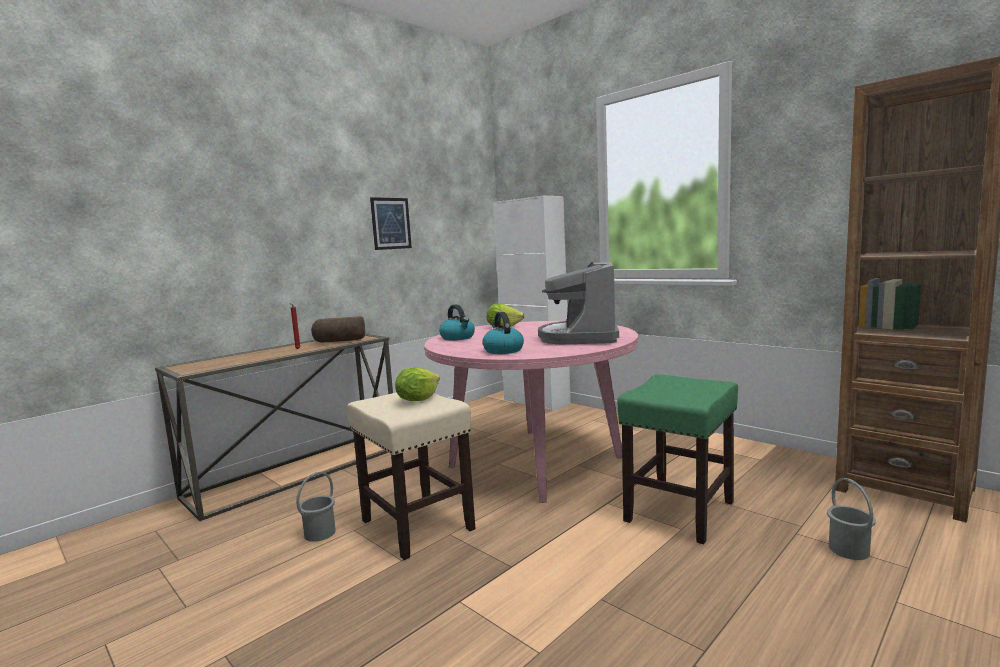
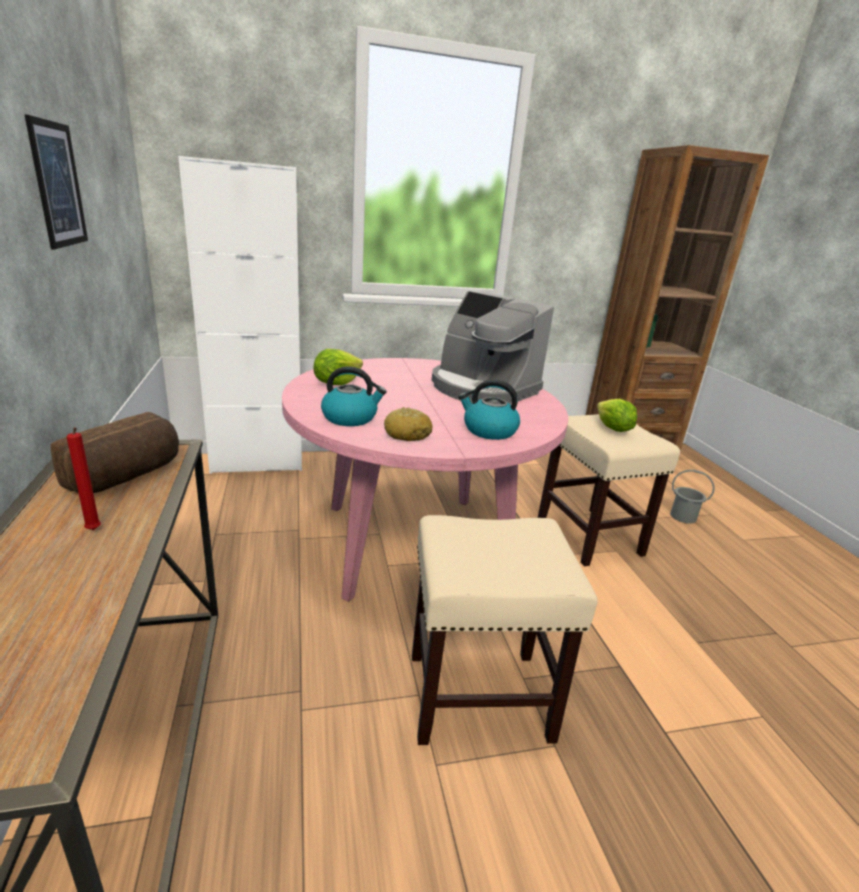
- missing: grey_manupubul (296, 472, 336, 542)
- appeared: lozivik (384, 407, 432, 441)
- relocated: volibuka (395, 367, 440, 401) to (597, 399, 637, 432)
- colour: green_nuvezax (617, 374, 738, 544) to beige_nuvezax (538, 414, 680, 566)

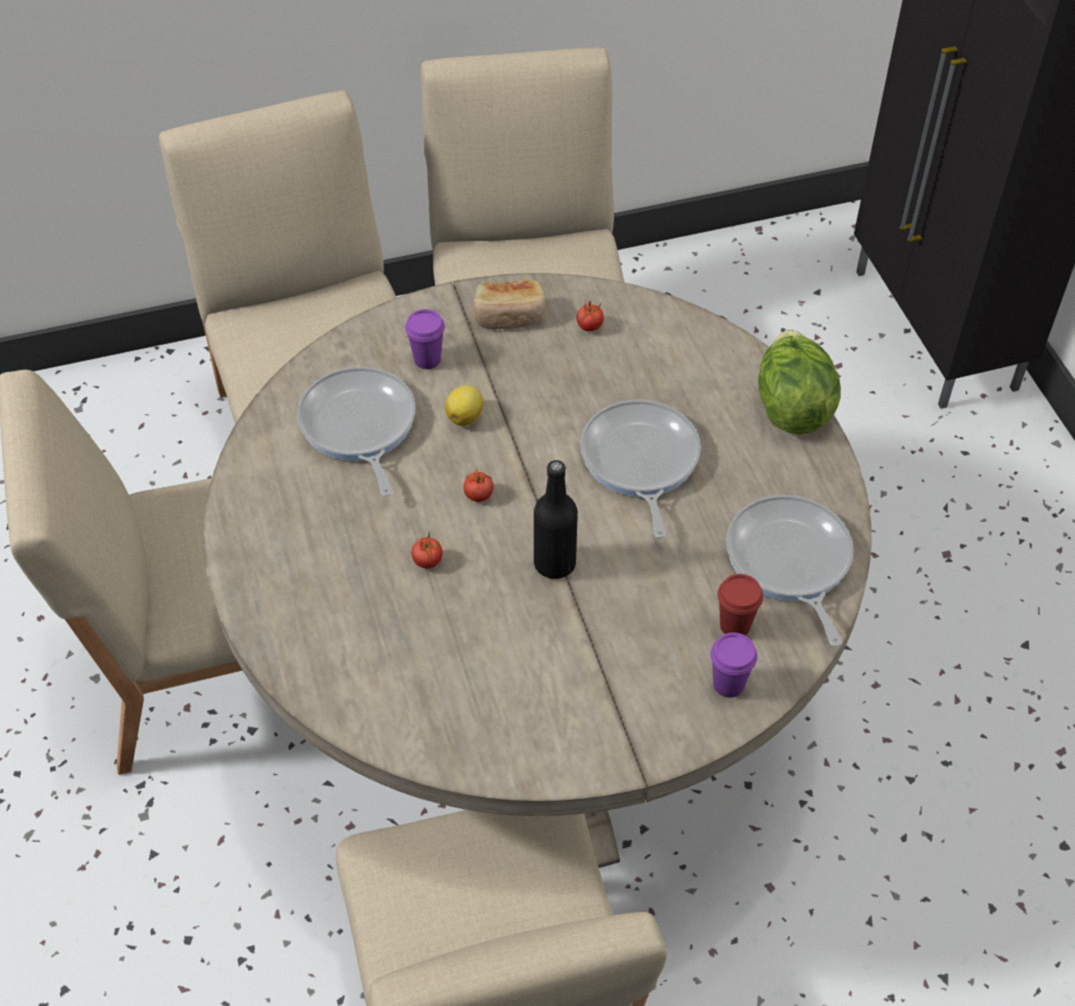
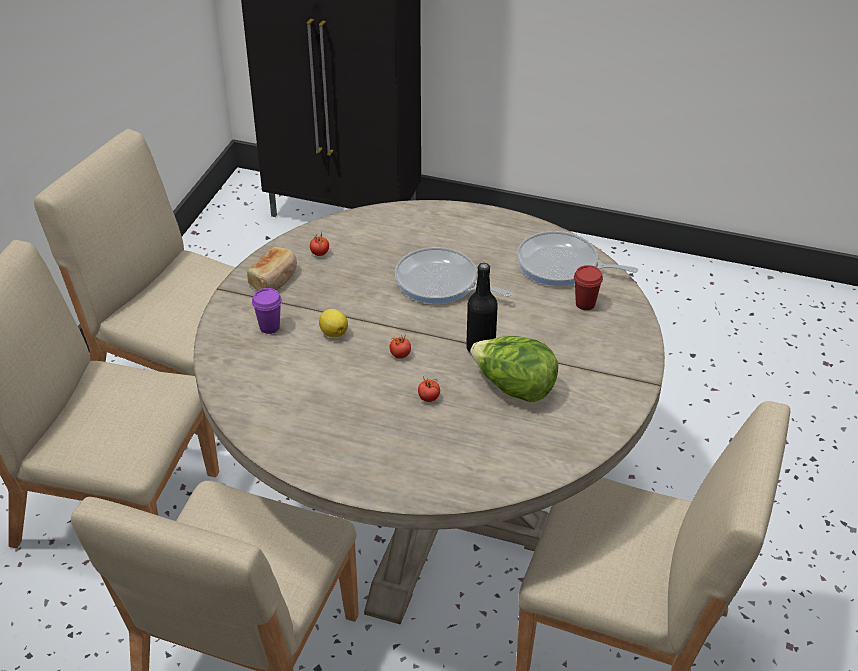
- missing: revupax (297, 367, 415, 496)
- missing: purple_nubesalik (710, 633, 757, 698)
- relocated: volibuka (758, 329, 841, 434) to (470, 336, 558, 402)

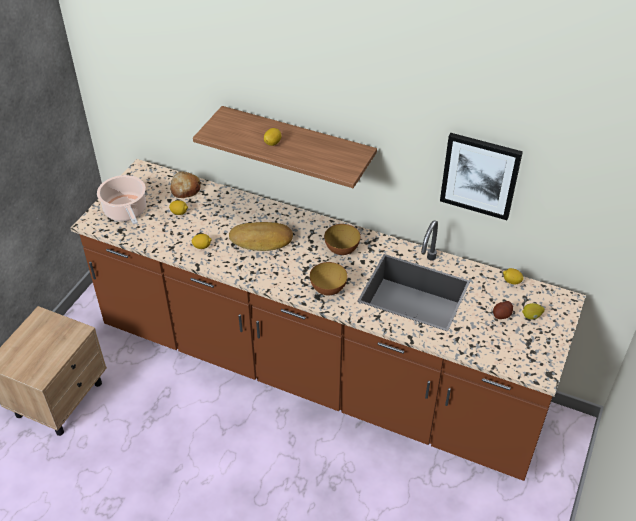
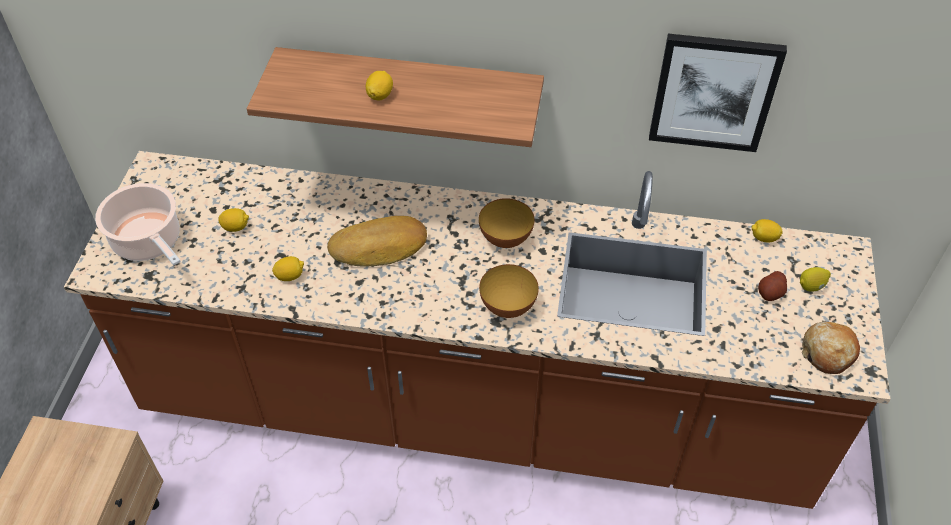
- relocated: lozivik (170, 171, 201, 198) to (802, 322, 860, 374)

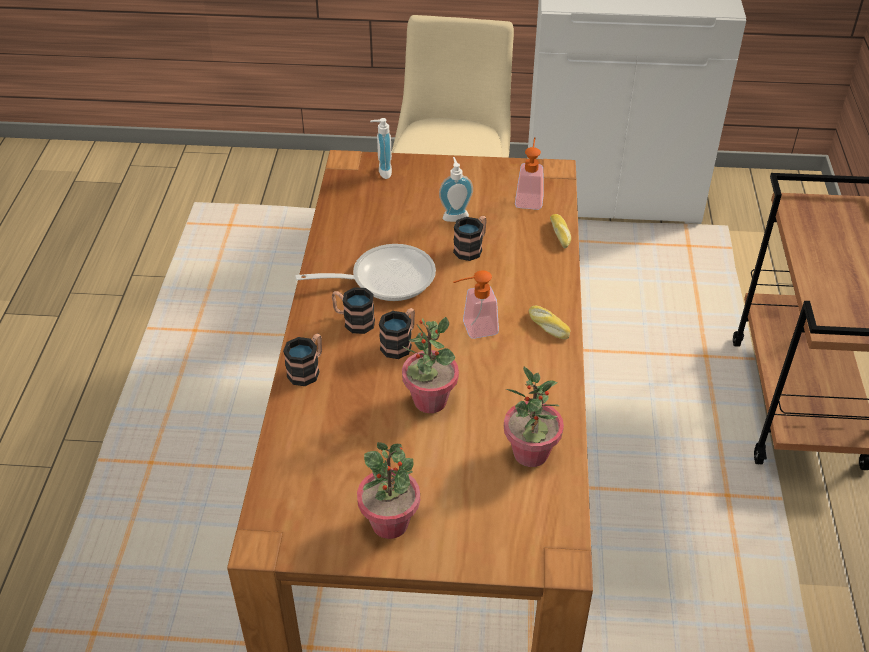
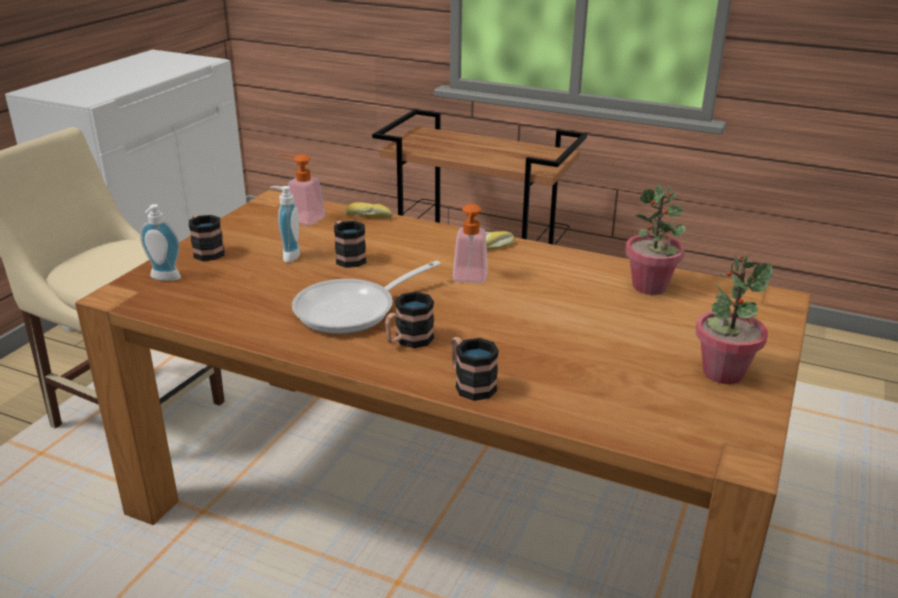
- missing: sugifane (402, 317, 459, 413)
- relocated: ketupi (379, 308, 415, 359) to (189, 215, 225, 261)
- spun: revupax (295, 244, 436, 301) = (292, 261, 441, 334) 135 degrees counterclockwise

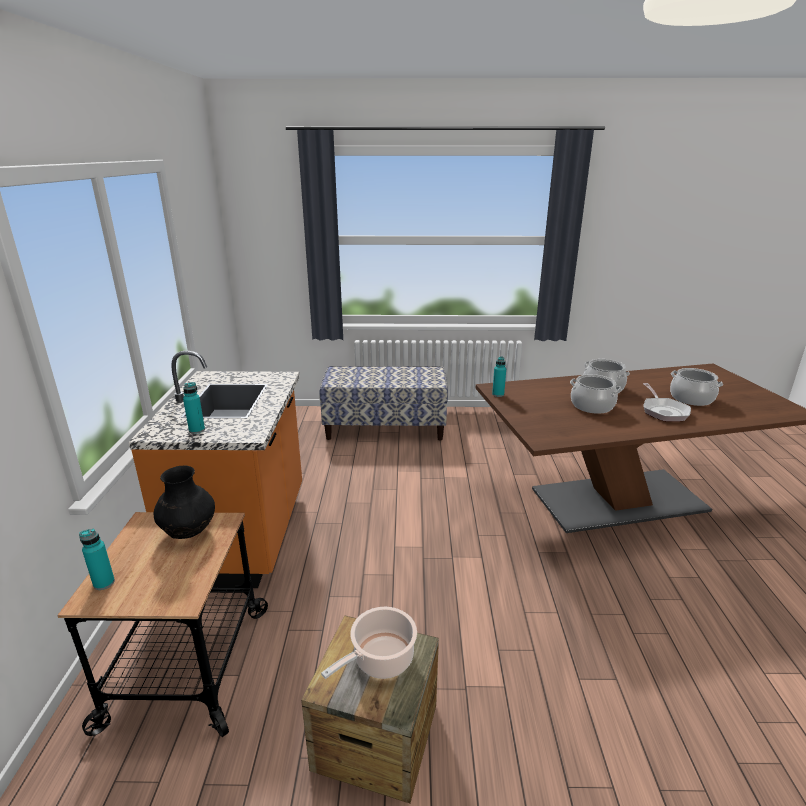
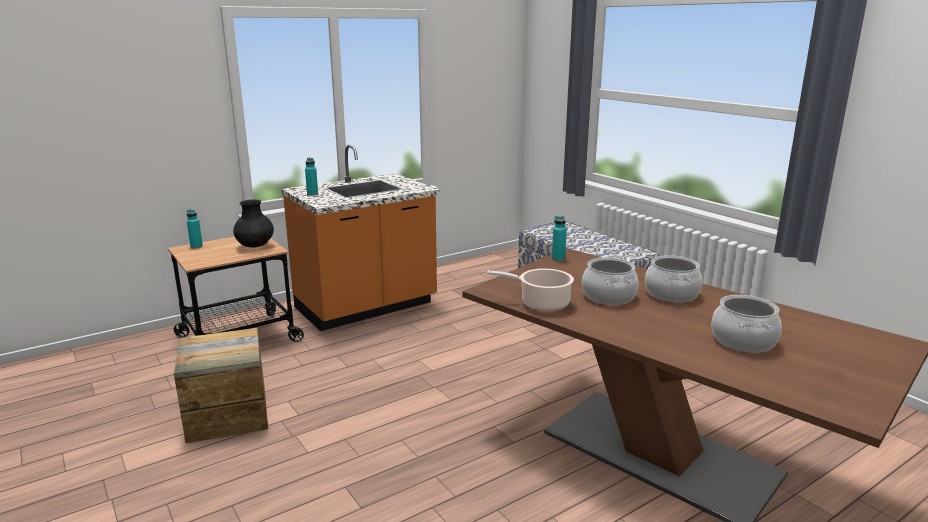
- missing: revupax (643, 383, 691, 422)
- relocated: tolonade (321, 607, 417, 679) to (487, 268, 574, 311)

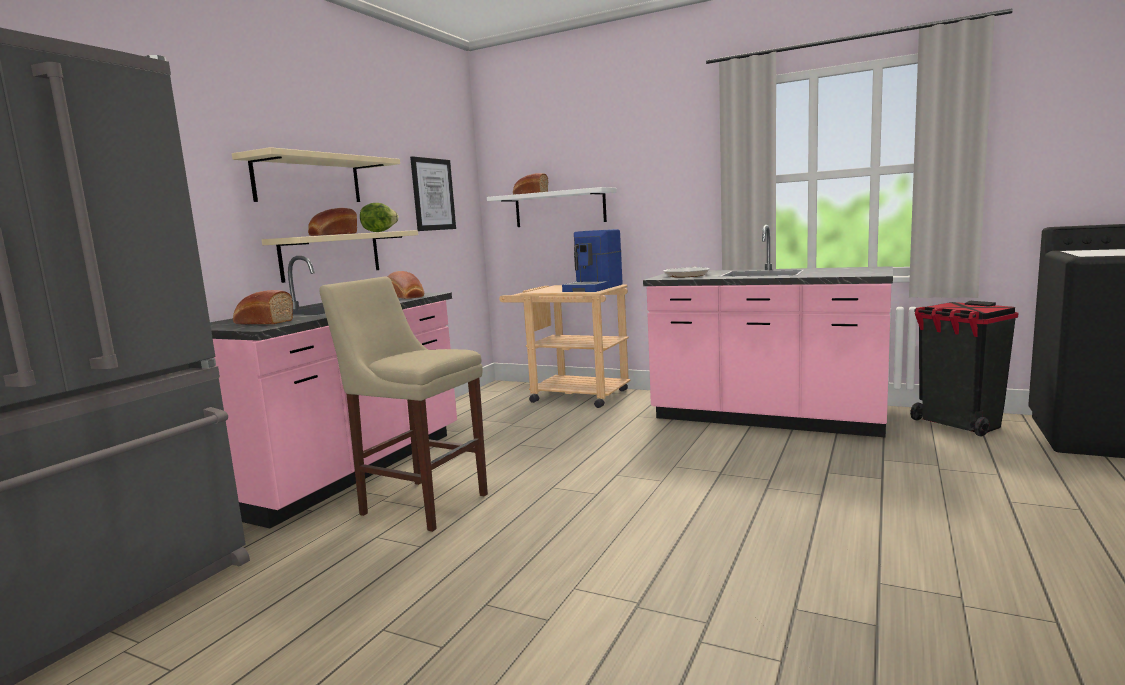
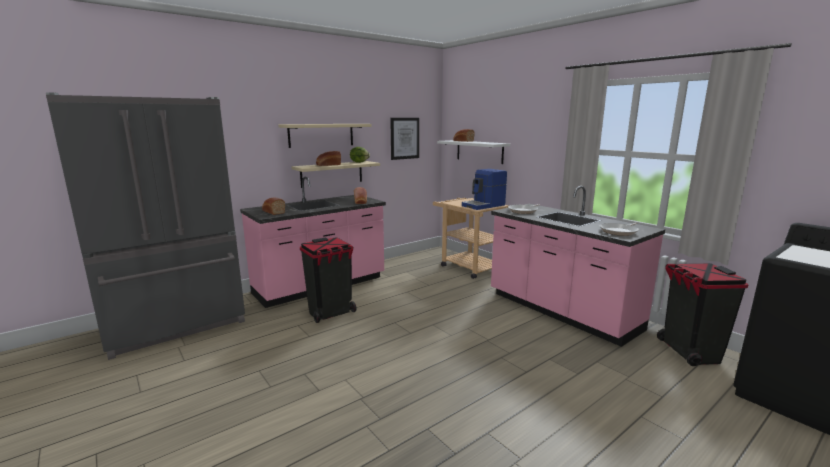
- appeared: revupax (600, 222, 639, 236)
- exchanged: beige_nuvezax (319, 276, 488, 532) to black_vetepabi (300, 237, 357, 323)

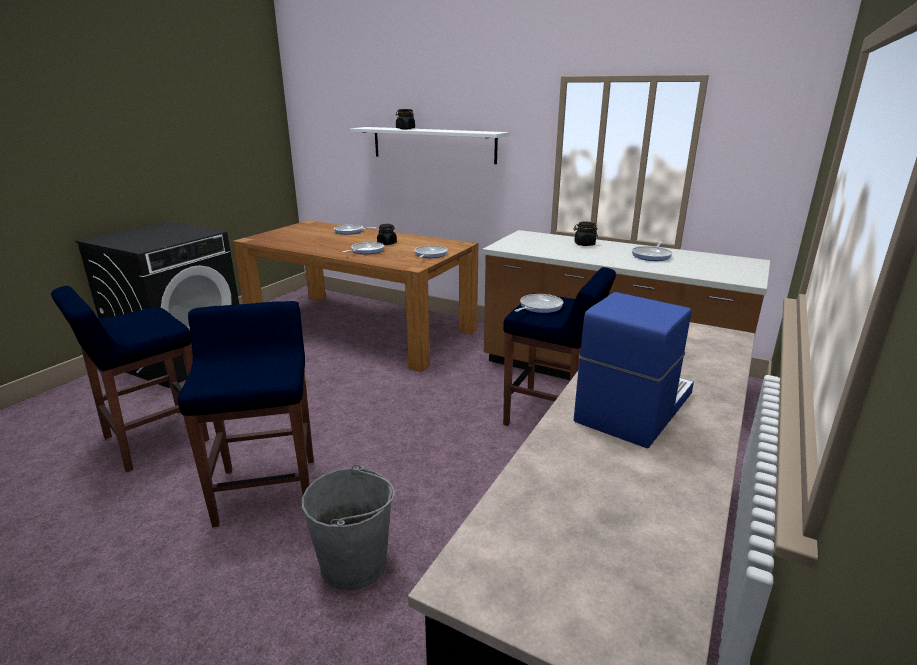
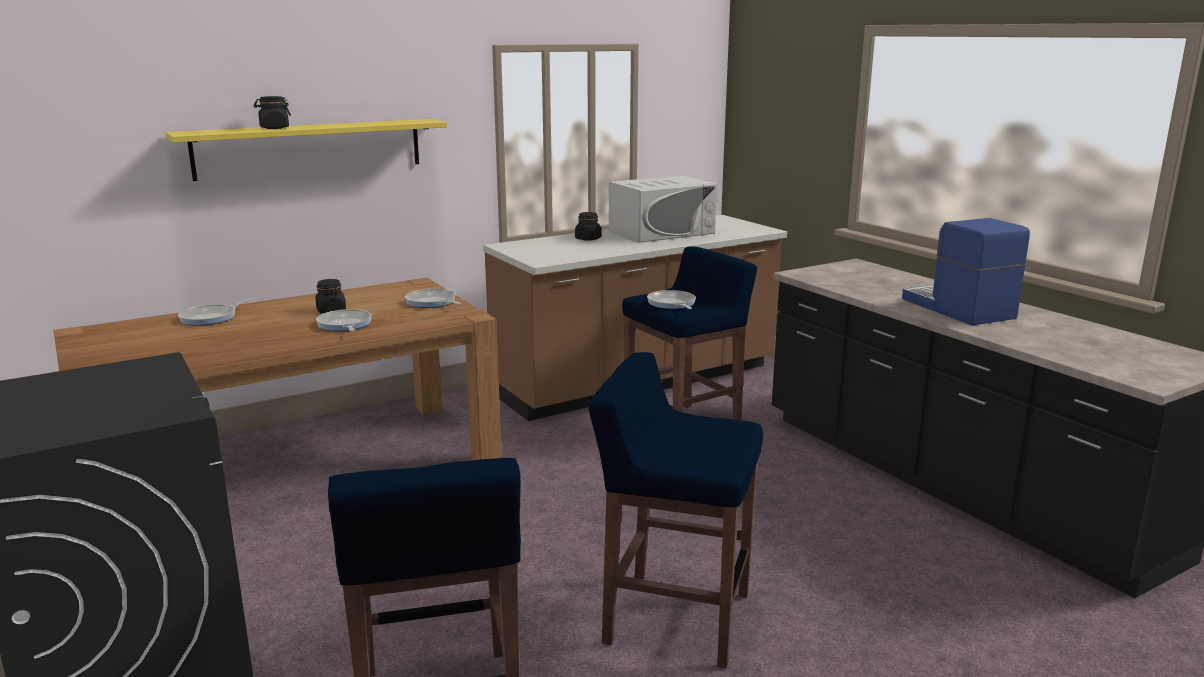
- missing: grey_manupubul (302, 464, 395, 590)
- exchanged: revupax (632, 241, 673, 261) to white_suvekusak (609, 175, 717, 243)
- colour: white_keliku (350, 127, 508, 164) to yellow_keliku (166, 119, 447, 181)

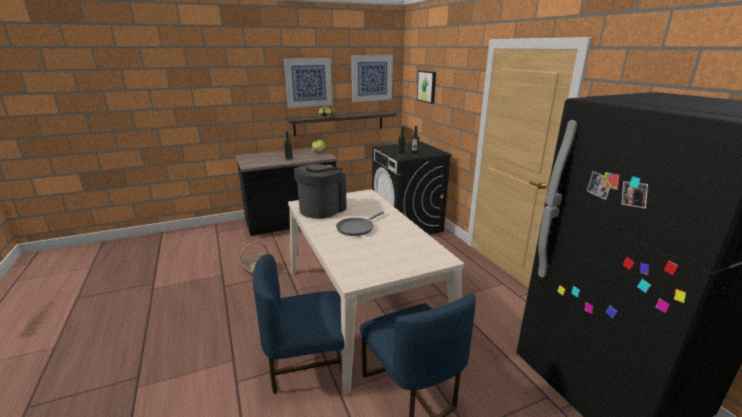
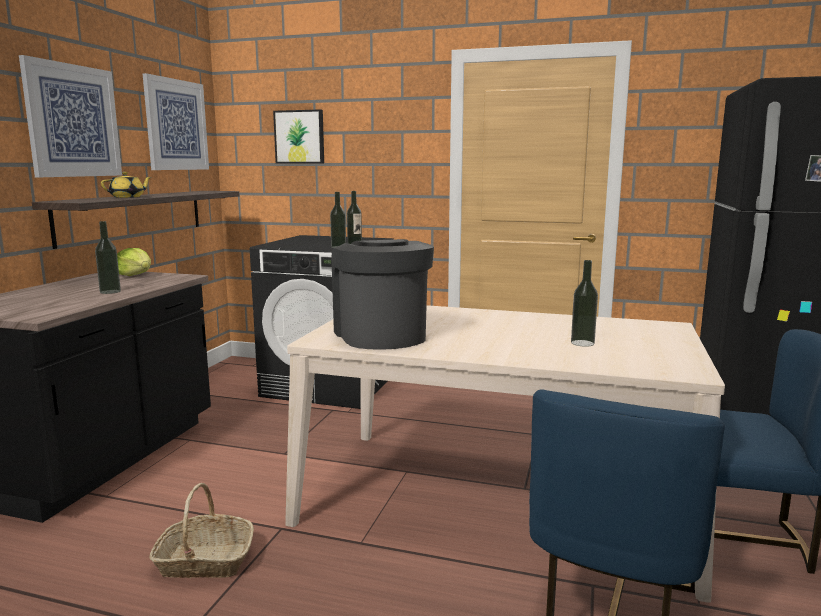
- missing: grey_revupax (336, 211, 384, 236)
- appeared: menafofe (571, 260, 598, 347)

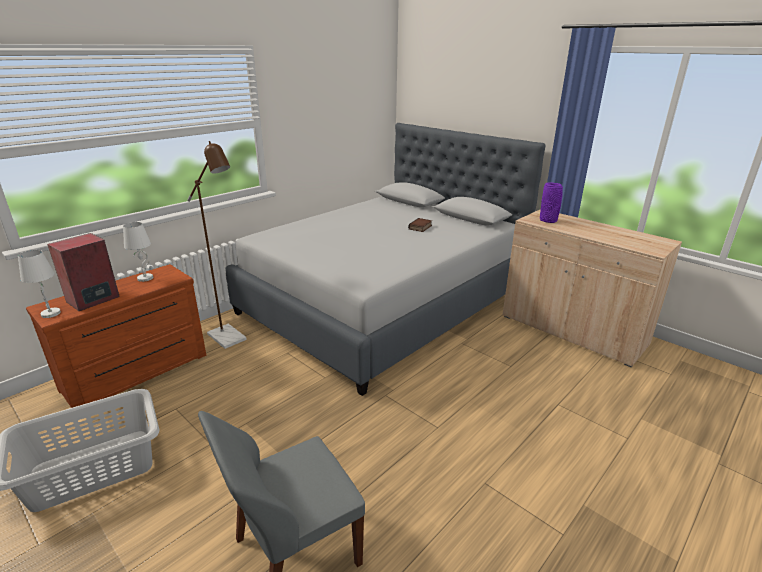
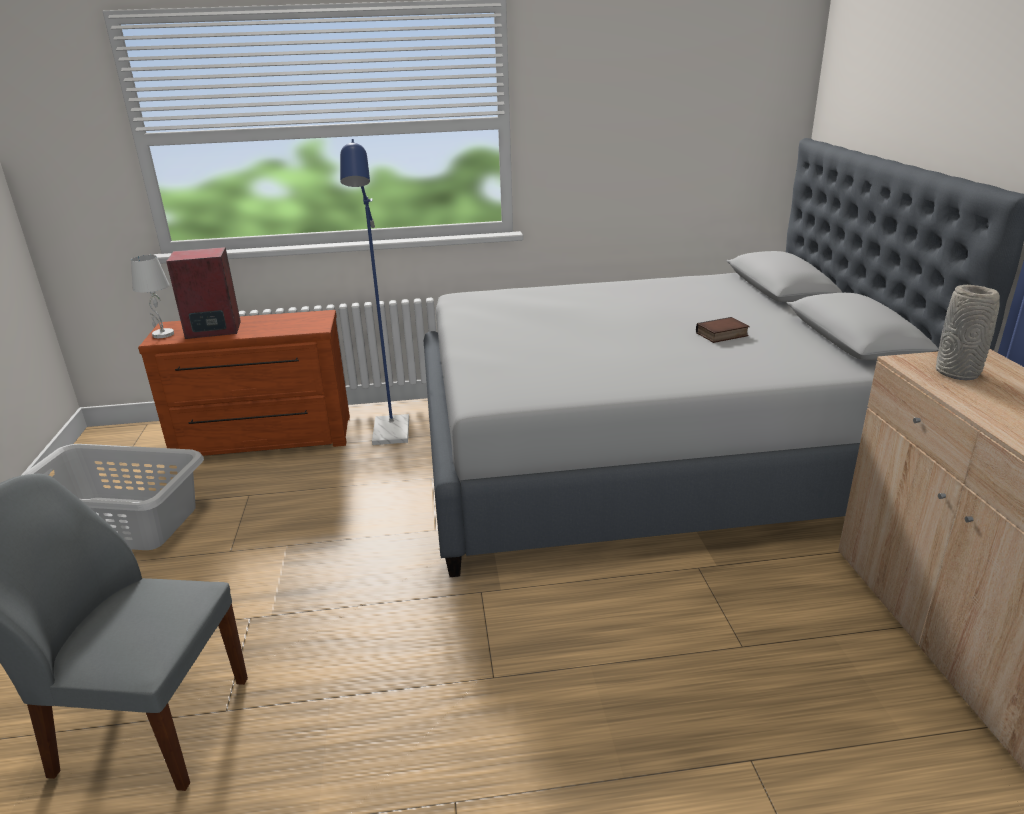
- missing: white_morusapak (123, 222, 153, 282)
- colour: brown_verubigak (187, 141, 247, 349) to blue_verubigak (340, 139, 409, 445)
- colour: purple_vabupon (540, 183, 563, 223) to grey_vabupon (936, 285, 1000, 380)

